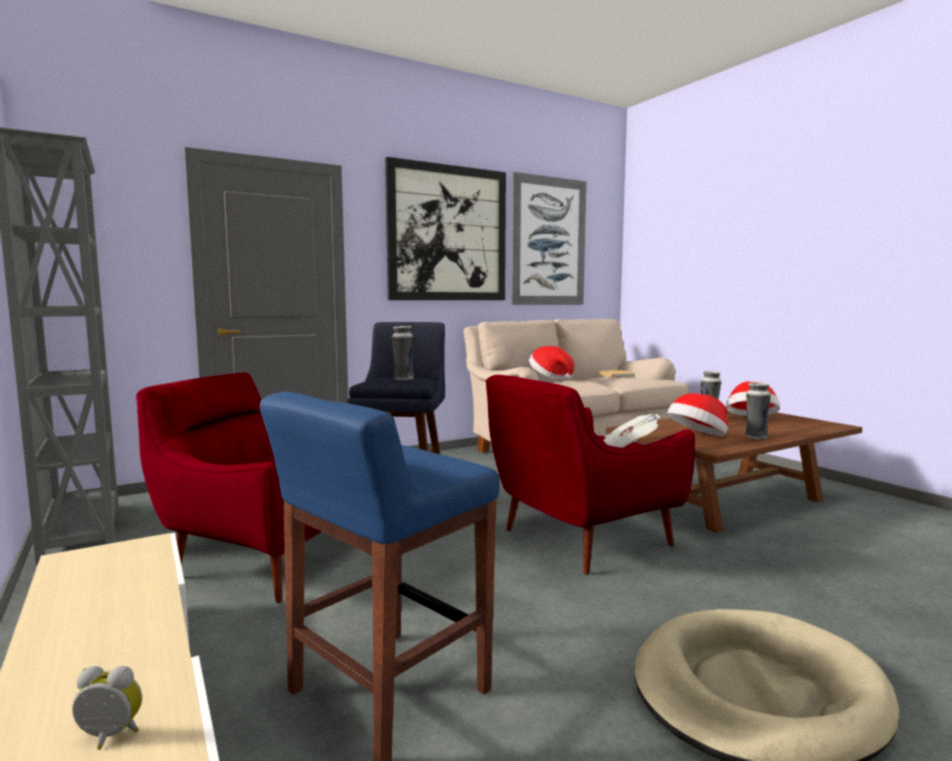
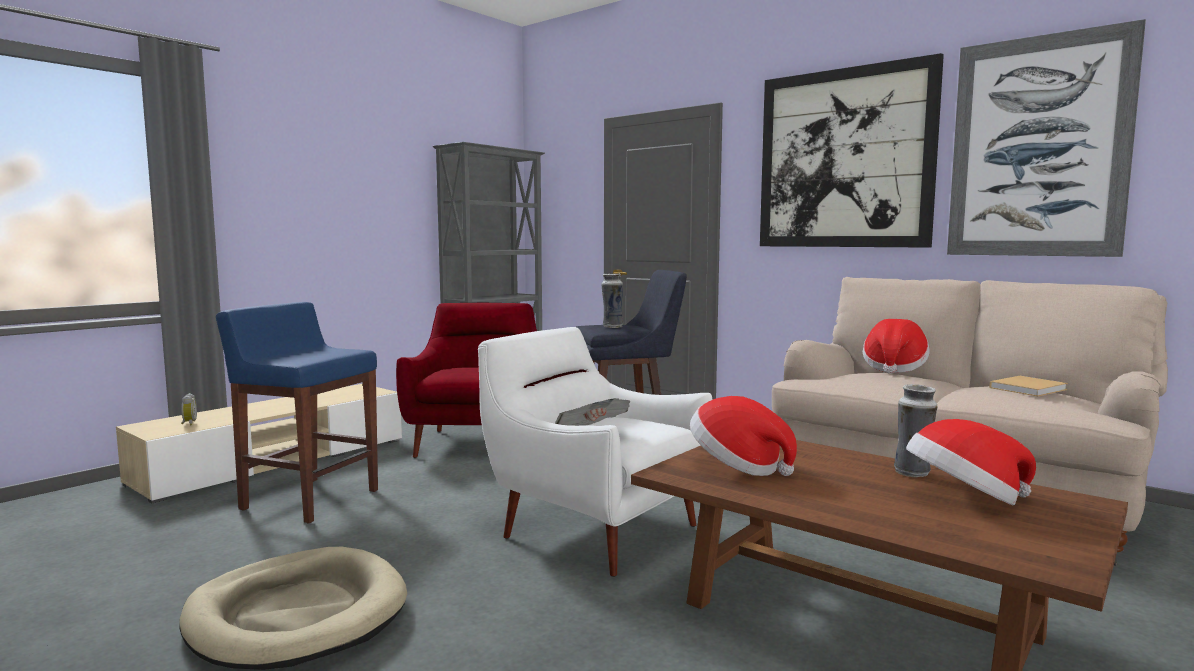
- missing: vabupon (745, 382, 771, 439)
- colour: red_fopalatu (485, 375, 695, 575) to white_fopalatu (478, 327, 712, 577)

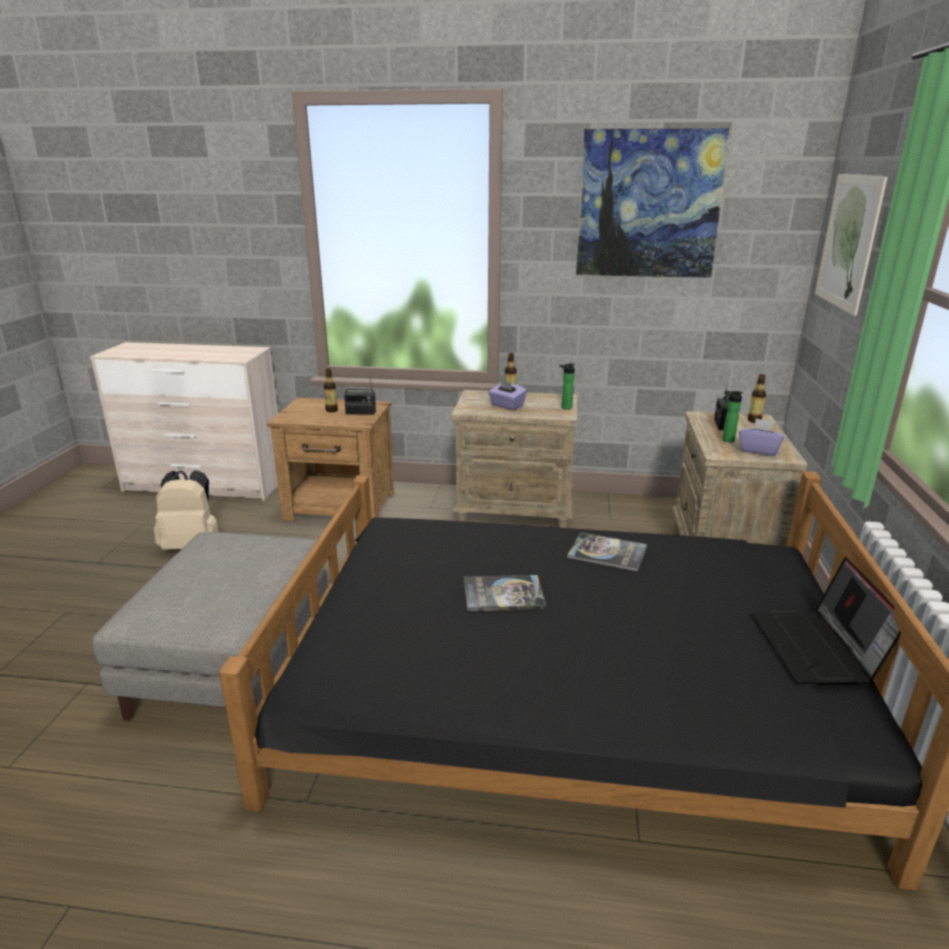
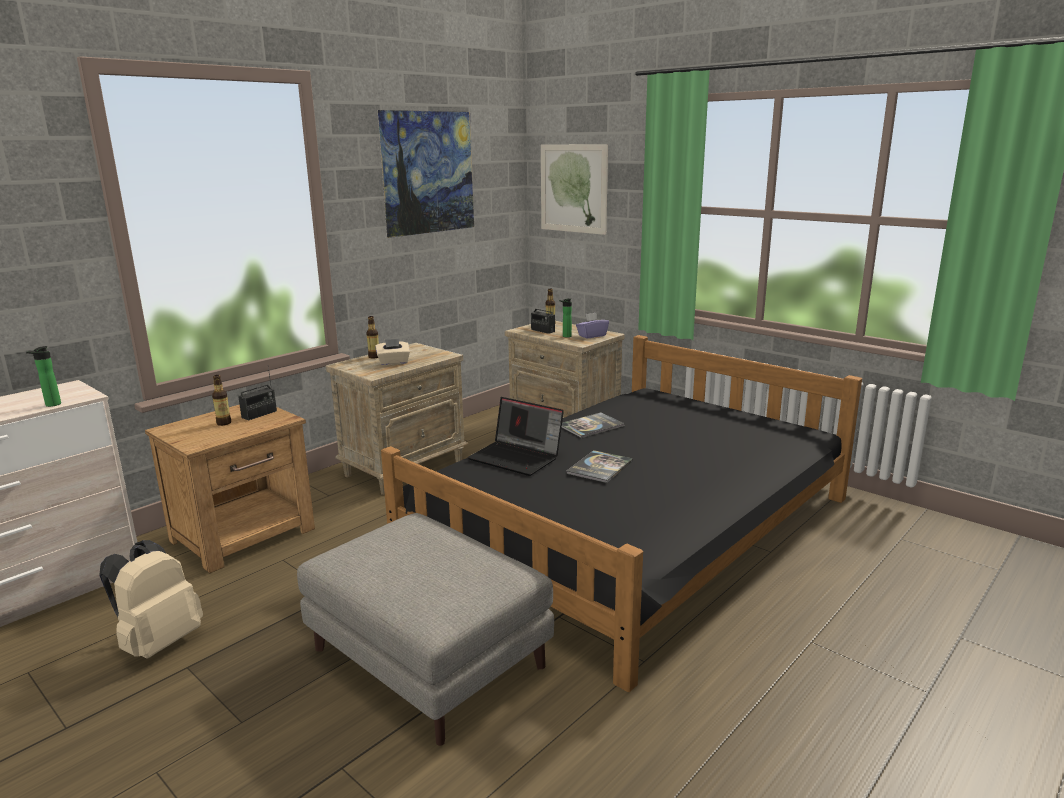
- relocated: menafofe (559, 363, 575, 410) to (26, 346, 61, 407)
- relocated: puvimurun (752, 557, 901, 684) to (468, 397, 564, 476)
- colour: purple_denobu (488, 380, 527, 410) to beige_denobu (375, 339, 410, 365)

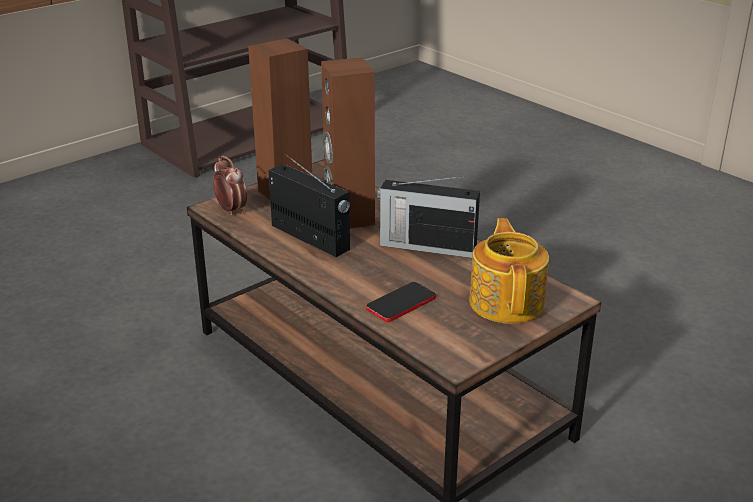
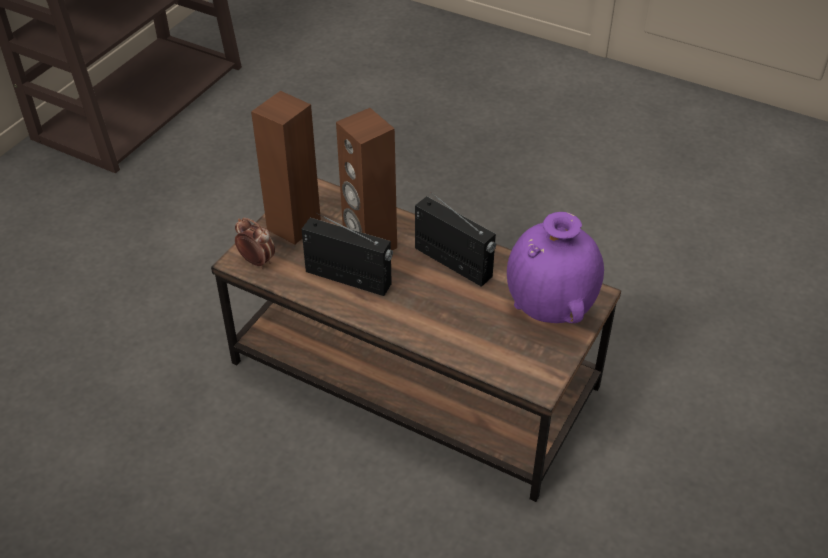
- missing: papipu (366, 282, 436, 322)
- exchanged: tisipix (469, 218, 549, 324) to purple_vabupon (507, 212, 604, 323)
- spun: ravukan (377, 176, 480, 258) = (415, 192, 496, 287) 135 degrees counterclockwise

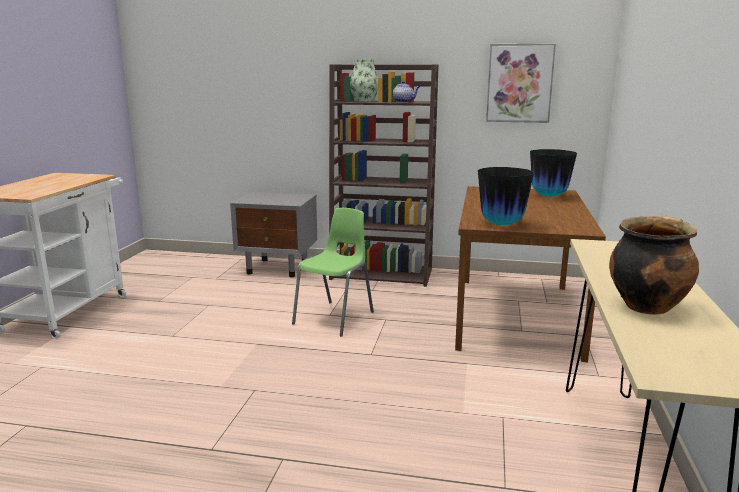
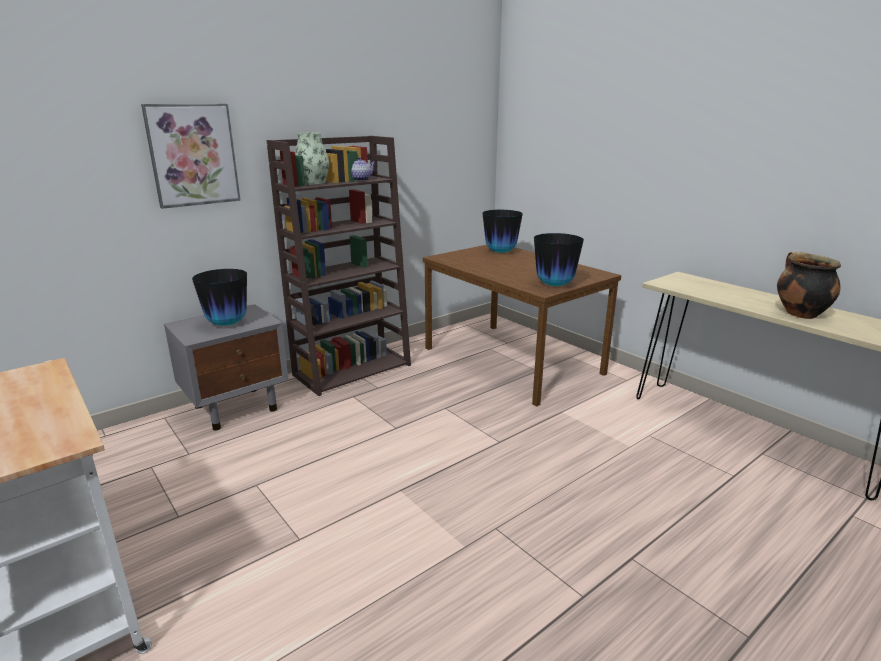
- missing: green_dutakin (292, 208, 374, 337)
- appeared: vabupon (192, 269, 247, 326)
- relocated: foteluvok (486, 43, 556, 123) to (141, 104, 240, 209)

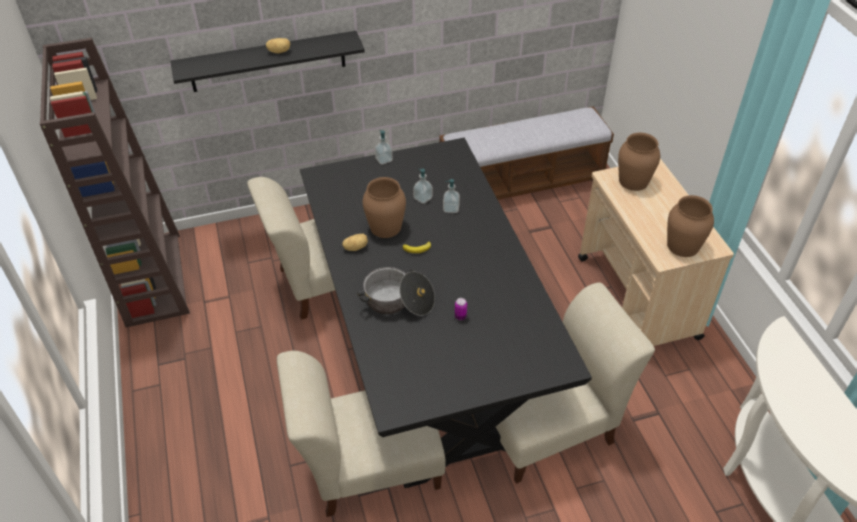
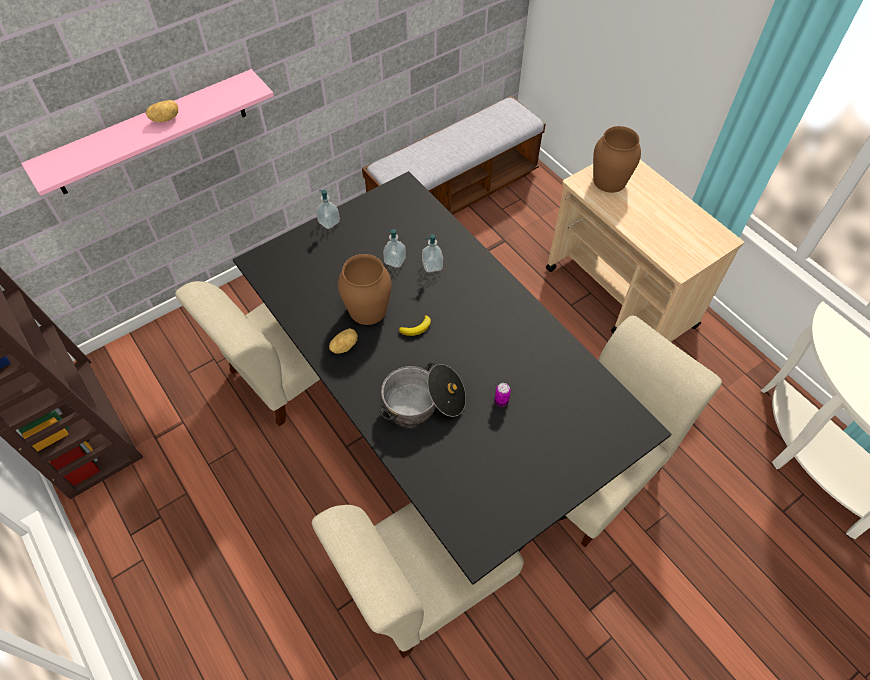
- missing: brown_vabupon (667, 195, 714, 257)
- colour: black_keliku (170, 31, 365, 92) to pink_keliku (21, 69, 274, 196)

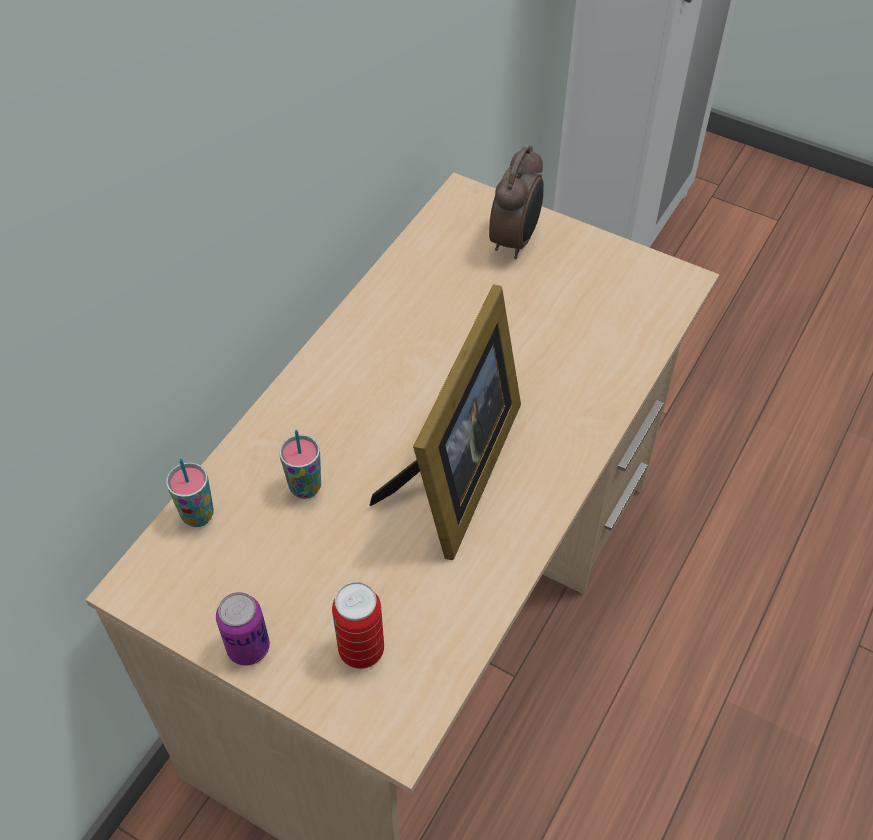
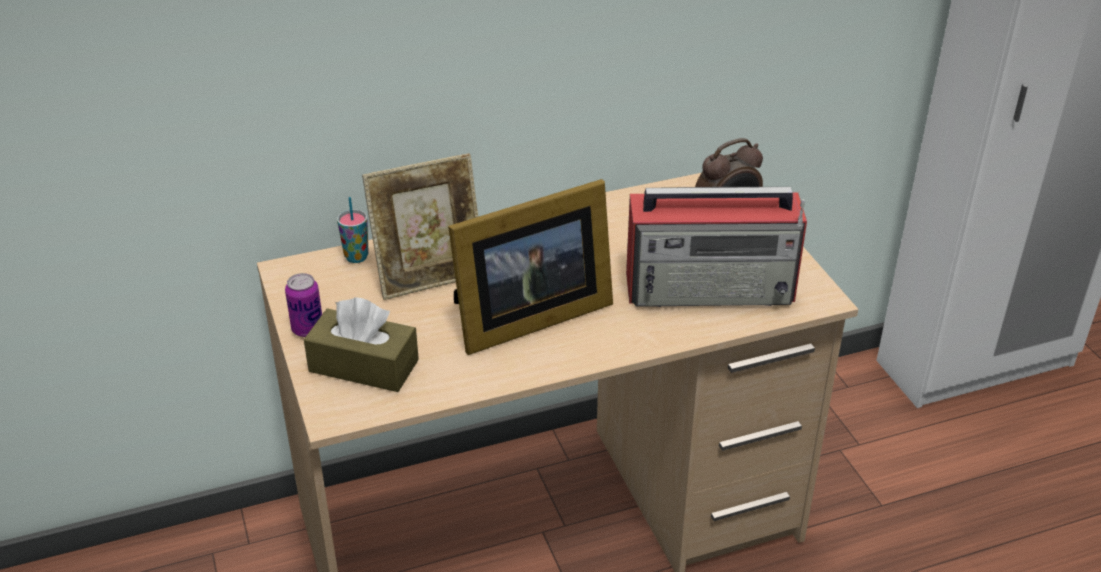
- appeared: ravukan (626, 187, 807, 307)
- exchanged: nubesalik (279, 430, 321, 499) to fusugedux (362, 153, 479, 300)
- exchanged: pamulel (332, 582, 384, 669) to brown_denobu (304, 297, 419, 392)

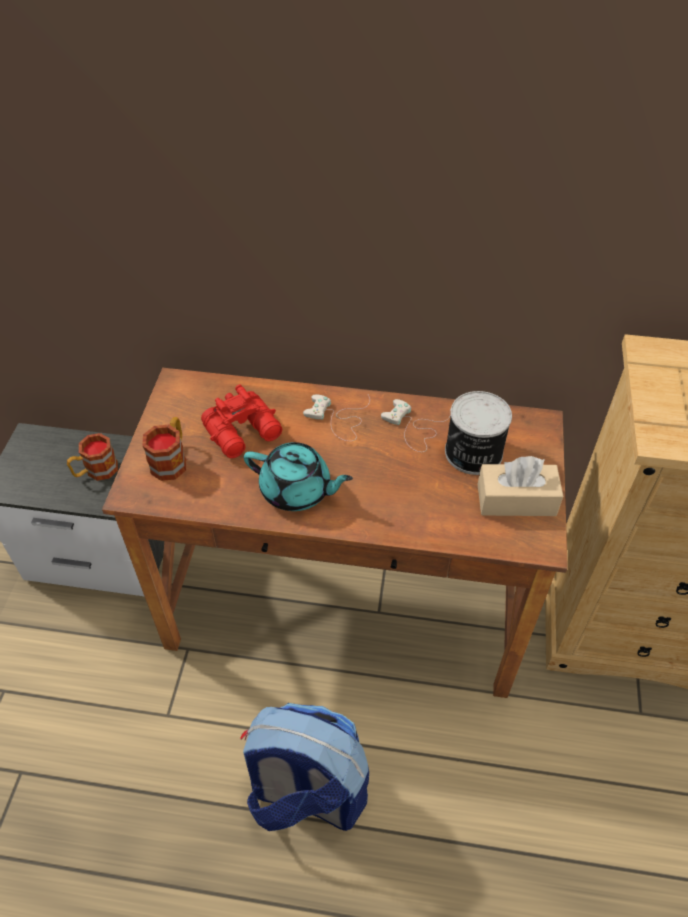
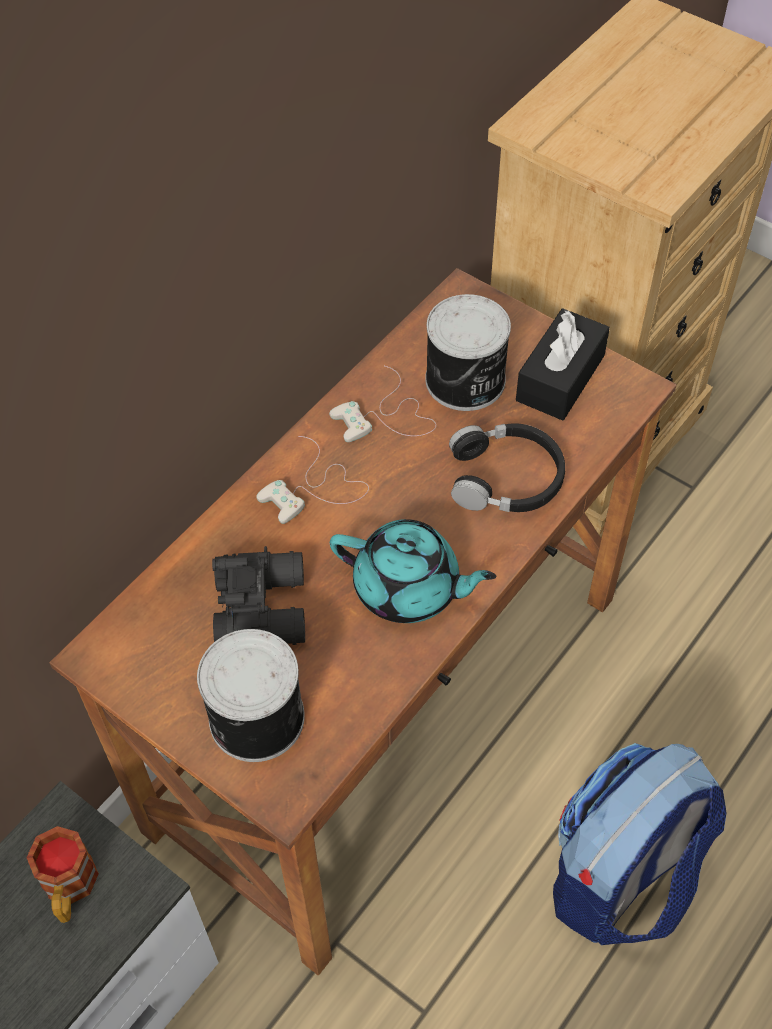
- appeared: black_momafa (449, 423, 565, 512)
- exchanged: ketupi (142, 417, 186, 481) to pamulel (197, 629, 305, 762)
- colour: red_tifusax (201, 385, 282, 458) to black_tifusax (212, 546, 305, 645)
- colour: beige_denobu (477, 456, 563, 516) to black_denobu (516, 308, 610, 420)
- spun: turquoise_tisipix (244, 442, 353, 511) = (330, 519, 497, 623) 60 degrees clockwise

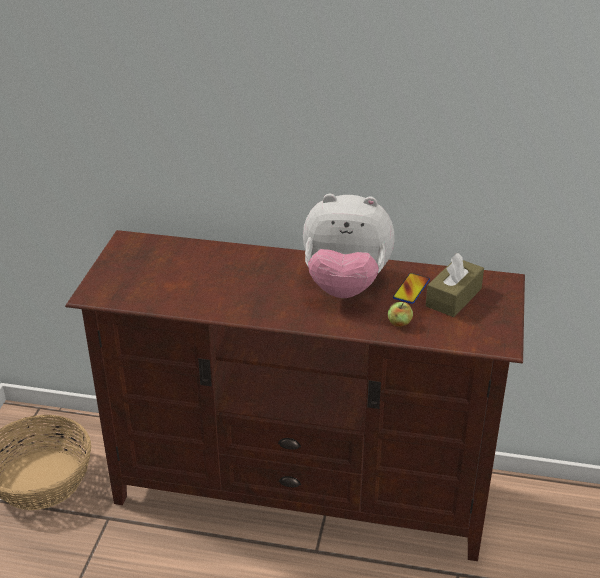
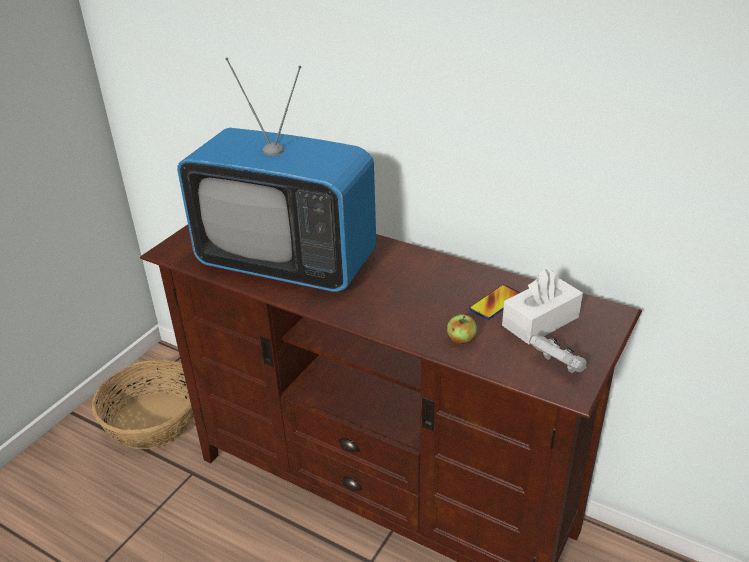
- missing: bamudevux (303, 194, 395, 298)
- appeared: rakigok (177, 58, 376, 292)
- appeared: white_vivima (529, 335, 587, 373)
- colour: brown_denobu (426, 253, 484, 317) to white_denobu (502, 269, 583, 344)

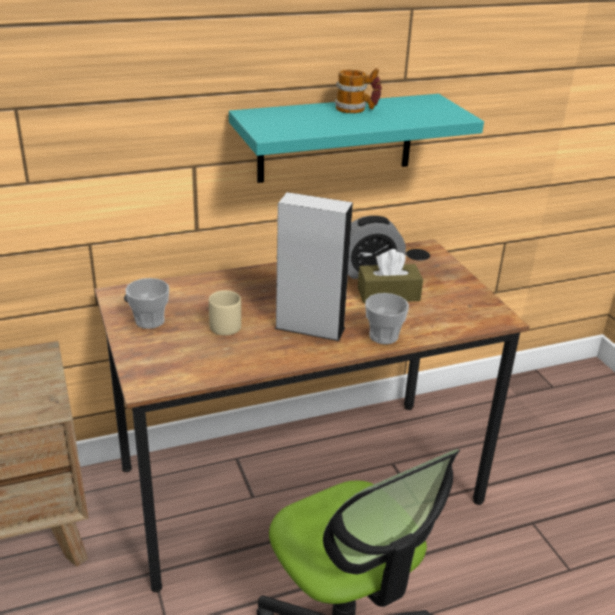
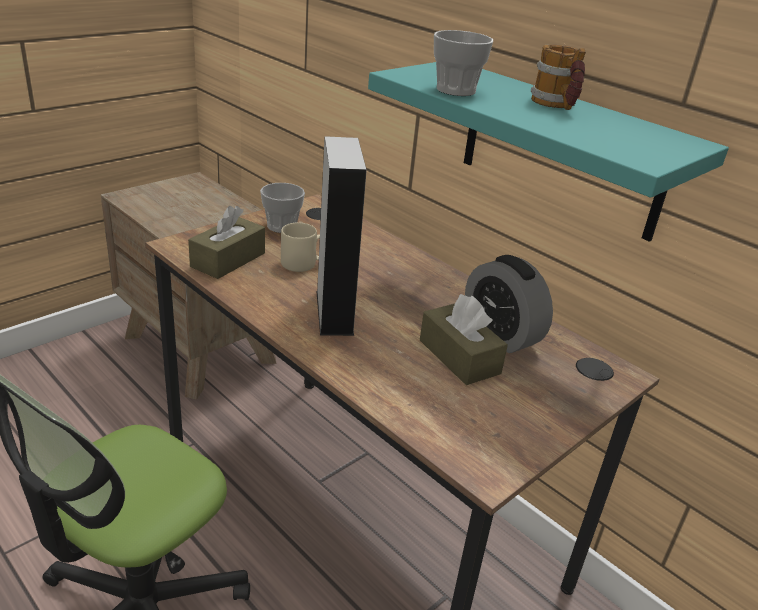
- appeared: brown_denobu (188, 206, 265, 279)
- relocated: nubesalik (365, 293, 409, 344) to (434, 30, 493, 96)

